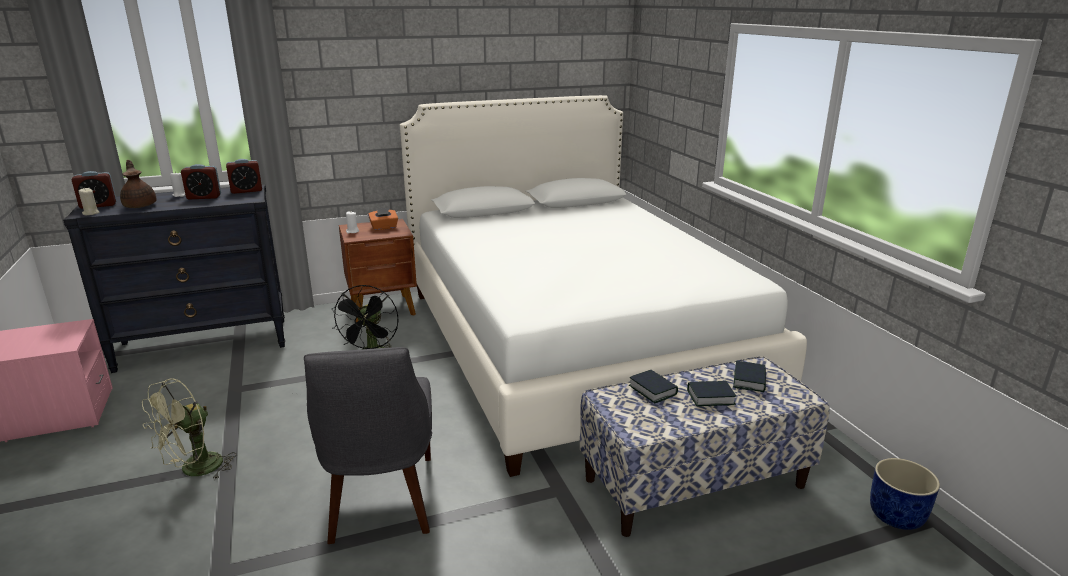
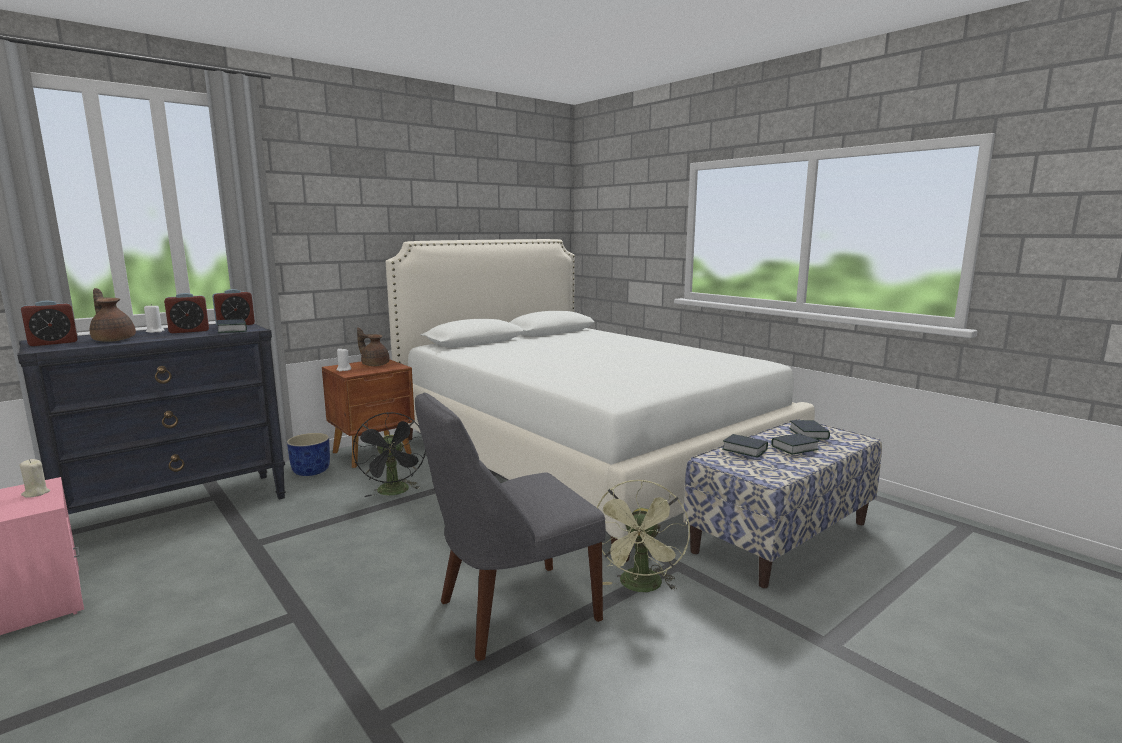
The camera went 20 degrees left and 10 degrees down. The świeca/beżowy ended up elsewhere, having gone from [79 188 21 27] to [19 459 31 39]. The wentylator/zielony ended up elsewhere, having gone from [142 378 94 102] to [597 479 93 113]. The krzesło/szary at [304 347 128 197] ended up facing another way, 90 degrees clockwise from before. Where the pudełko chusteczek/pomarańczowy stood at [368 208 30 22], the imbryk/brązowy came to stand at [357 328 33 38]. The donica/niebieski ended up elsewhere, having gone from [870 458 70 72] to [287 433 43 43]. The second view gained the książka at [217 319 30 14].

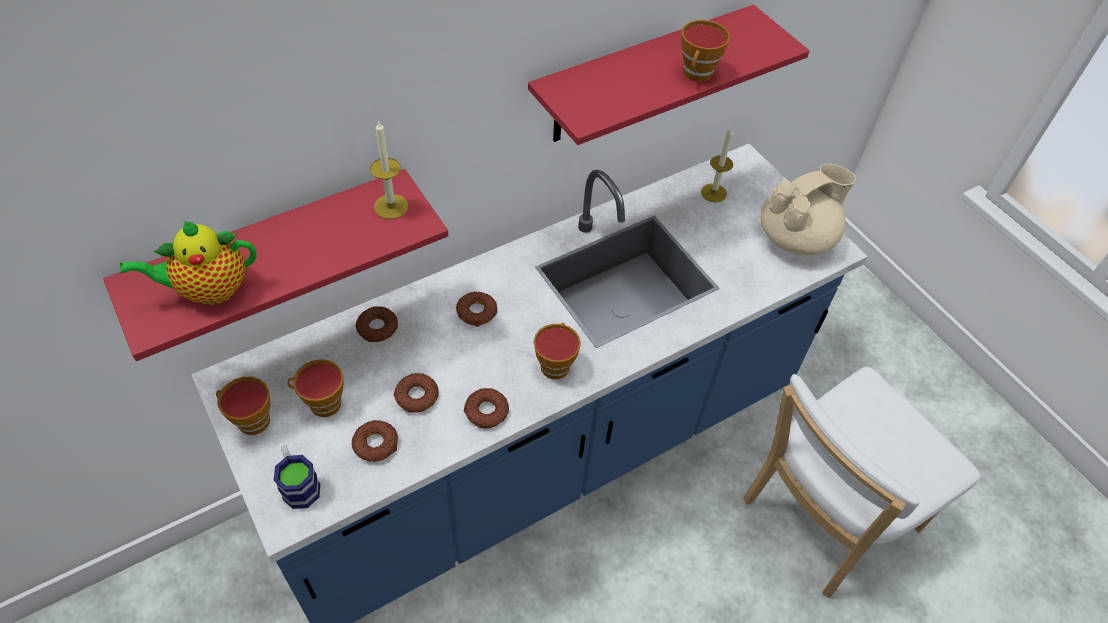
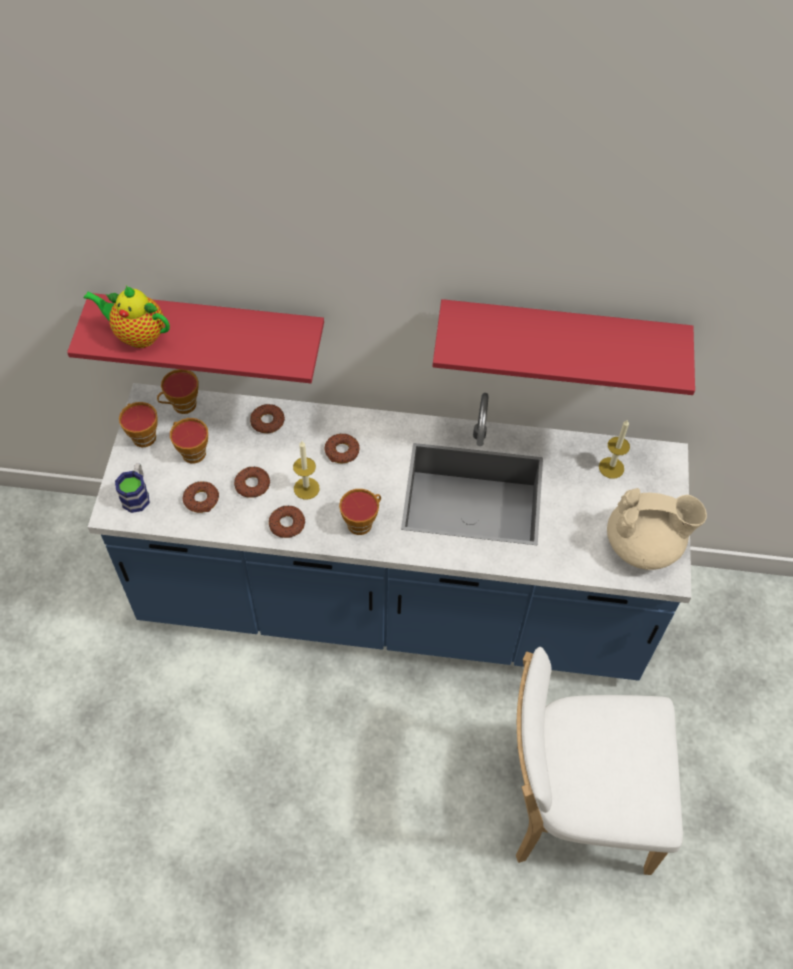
The camera went 40 degrees right and 5 degrees up. The świeca ended up elsewhere, having gone from [370 120 38 99] to [293 441 27 59]. The filiżanka ended up elsewhere, having gone from [681 20 49 62] to [157 369 41 45].

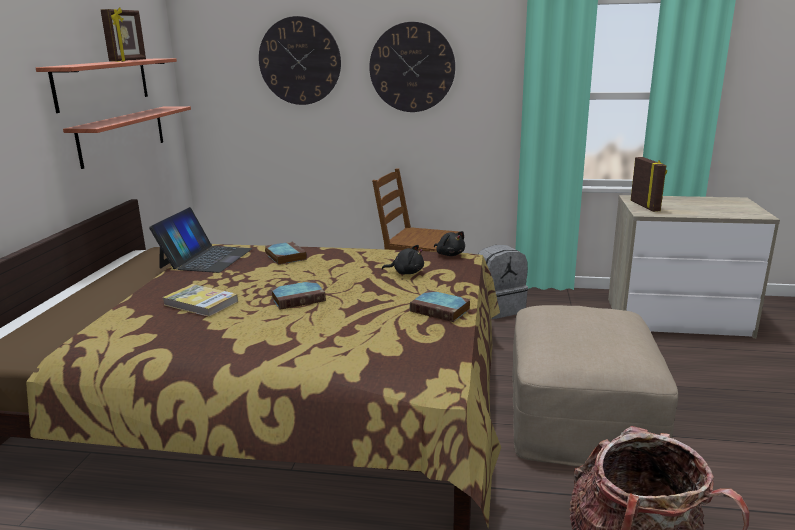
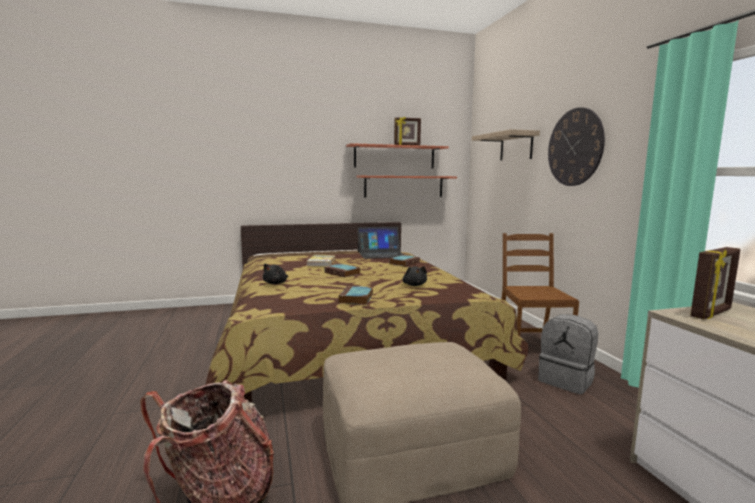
The camera went 65 degrees right and 10 degrees down. Where the zegar ścienny hung at [259 16 82 89], the półka came to hang at [472 129 68 32]. The pluszak/czarny ended up elsewhere, having gone from [434 231 31 25] to [263 263 25 21].

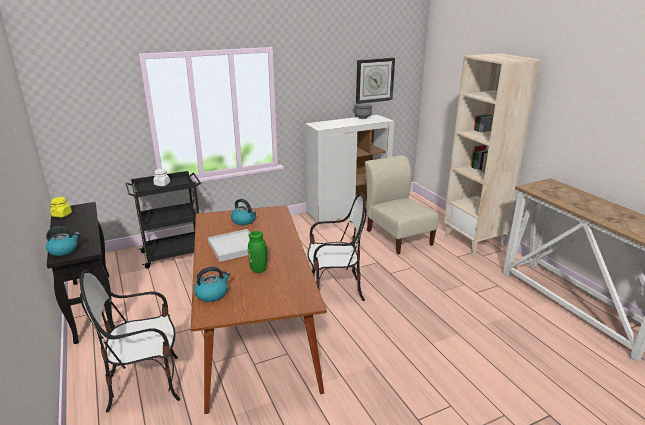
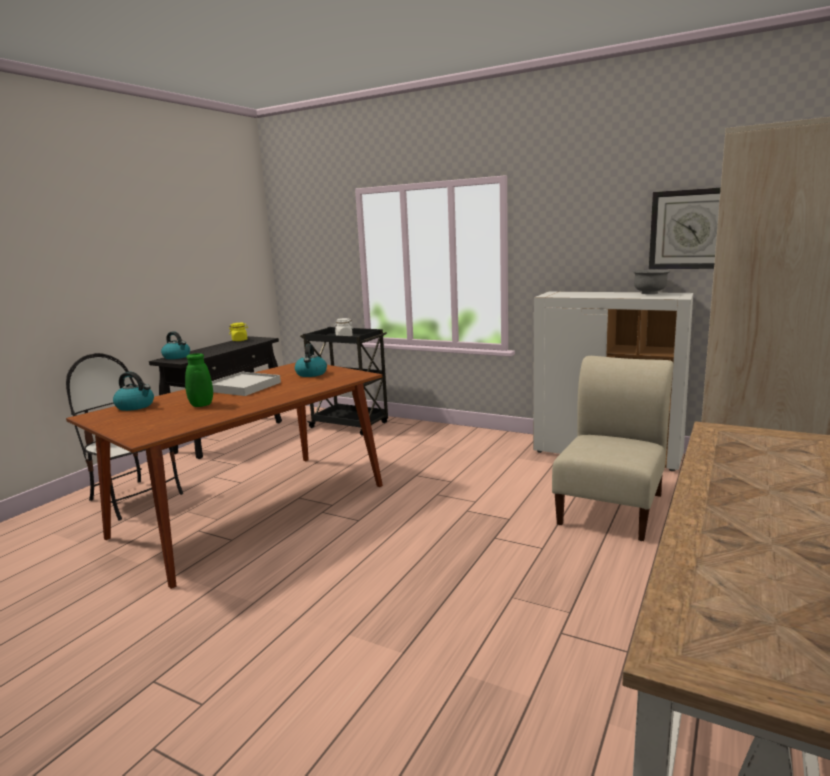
The camera went 55 degrees right and 10 degrees down. The second view lost the krzesło at [307 193 60 108].

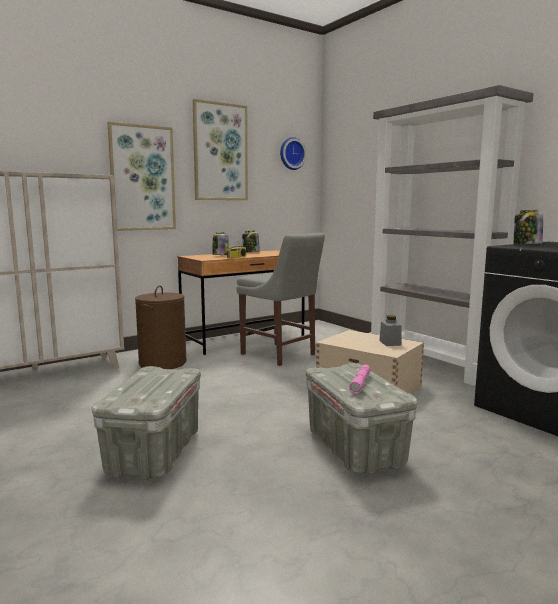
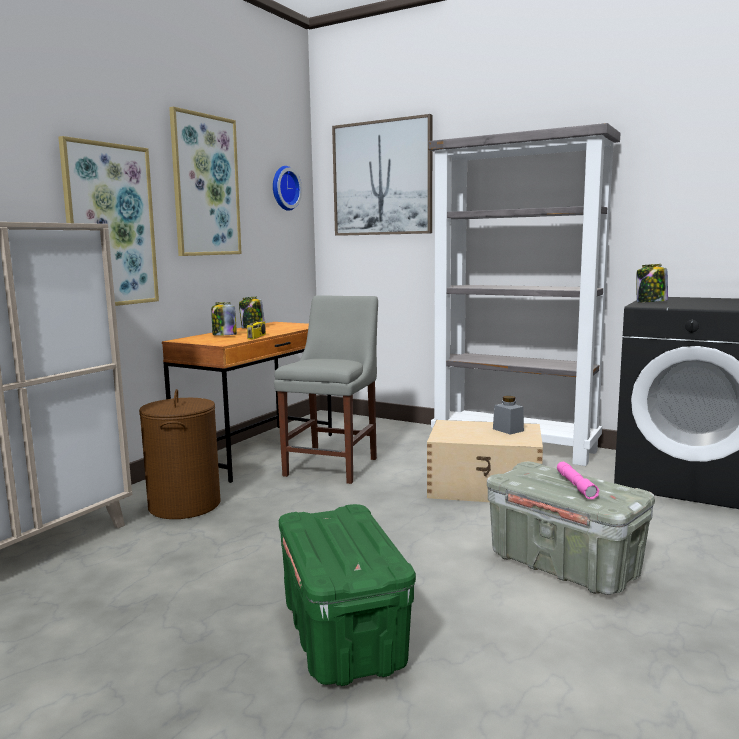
The camera went 25 degrees left and 0 degrees up. What was the pojemnik do przechowywania/szary at [92 366 109 114] turned into the pojemnik do przechowywania/zielony at [279 504 137 182]. The krzesło/szary at [236 233 89 133] ended up facing another way, 90 degrees counterclockwise from before. The second view gained the obraz at [332 114 100 122].

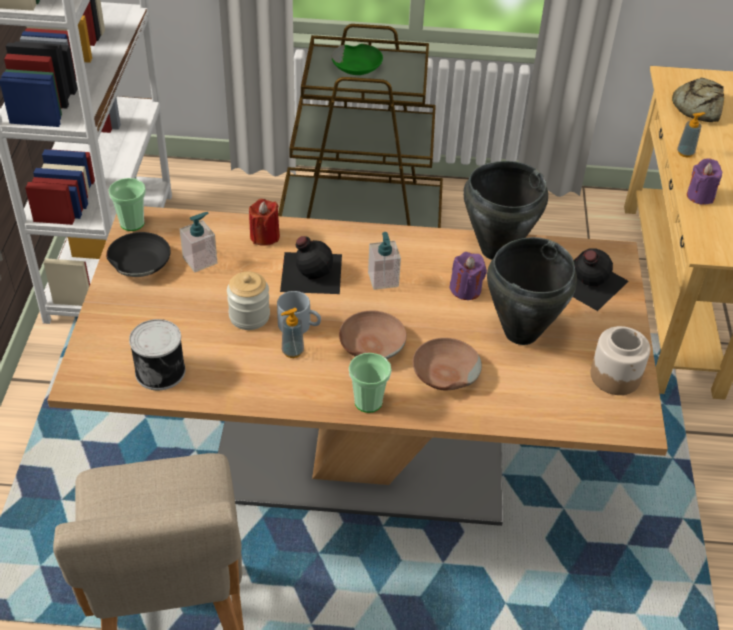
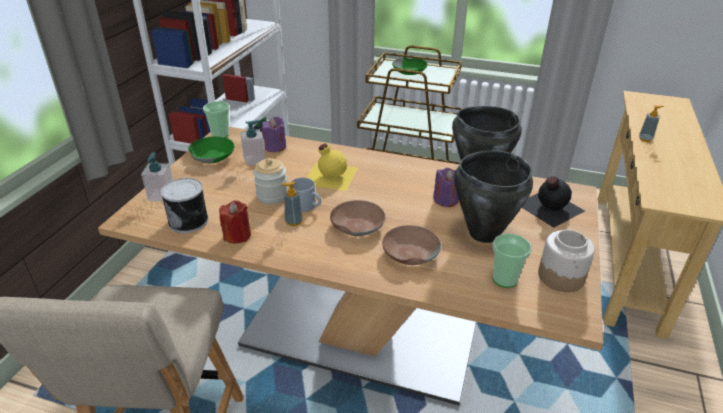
The camera went 15 degrees right and 10 degrees down. What was the miska/czarny at [106 232 65 45] turned into the miska/zielony at [188 136 47 27]. The świeca/czerwony ended up elsewhere, having gone from [249 199 31 47] to [219 200 32 44]. What was the butelka/czarny at [280 236 62 58] turned into the butelka/żółty at [307 144 51 47]. The filiżanka ended up elsewhere, having gone from [349 353 42 60] to [493 234 39 54]. The dozownik mydła ended up elsewhere, having gone from [368 232 33 58] to [141 152 32 49]. The second view lost the chleb at [672 78 52 44]. The świeca/fioletowy ended up elsewhere, having gone from [687 158 35 47] to [262 117 24 35].

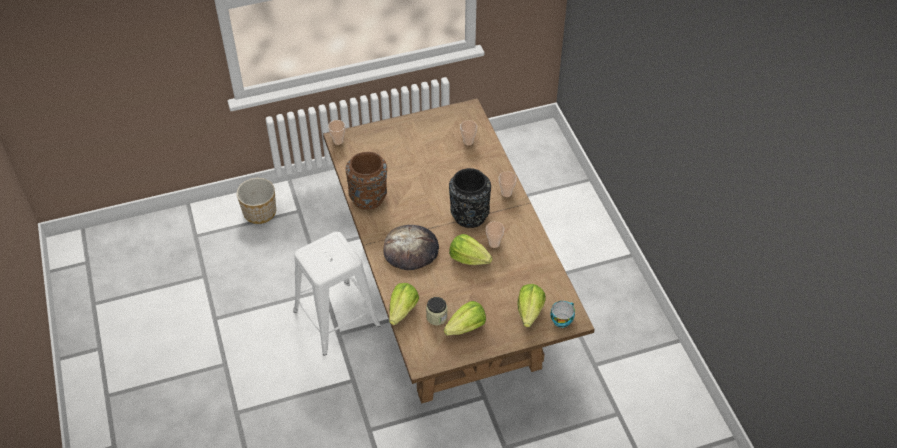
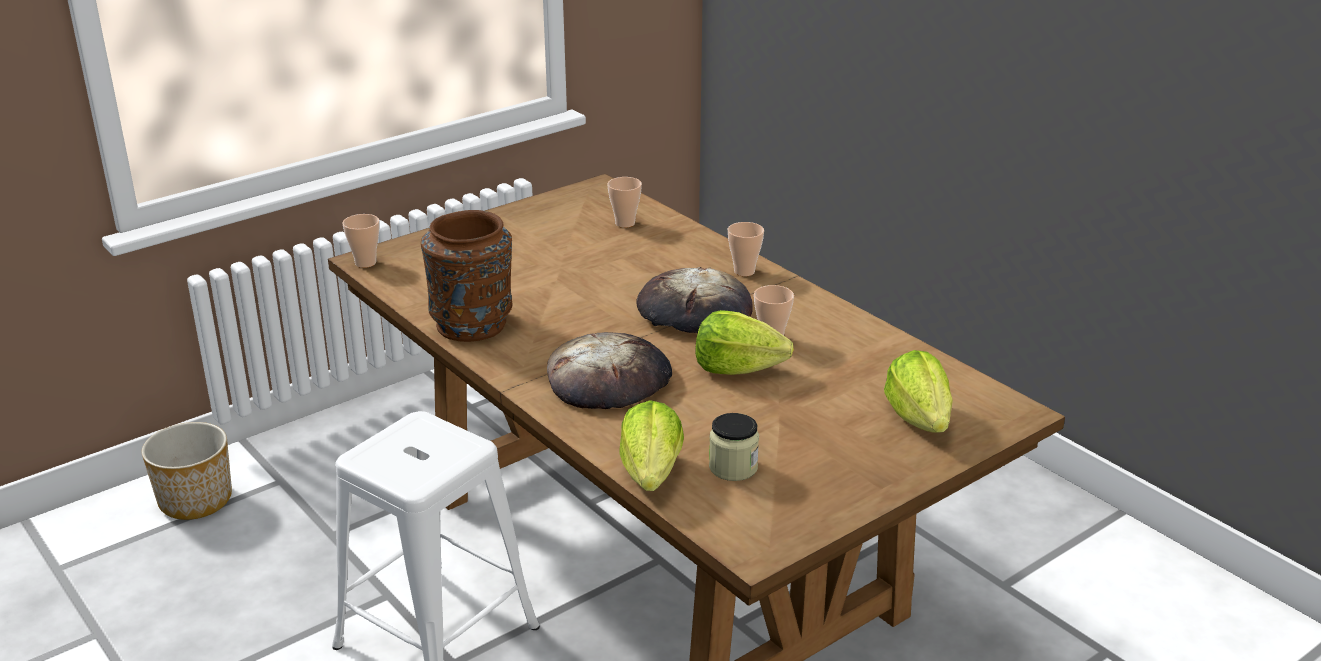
The camera went 20 degrees left and 20 degrees down. The second view lost the sałata at [444 301 42 34]. Where the wazon/czarny stood at [449 168 42 60], the chleb came to stand at [636 267 117 66]. The second view lost the filiżanka at [550 301 25 27].

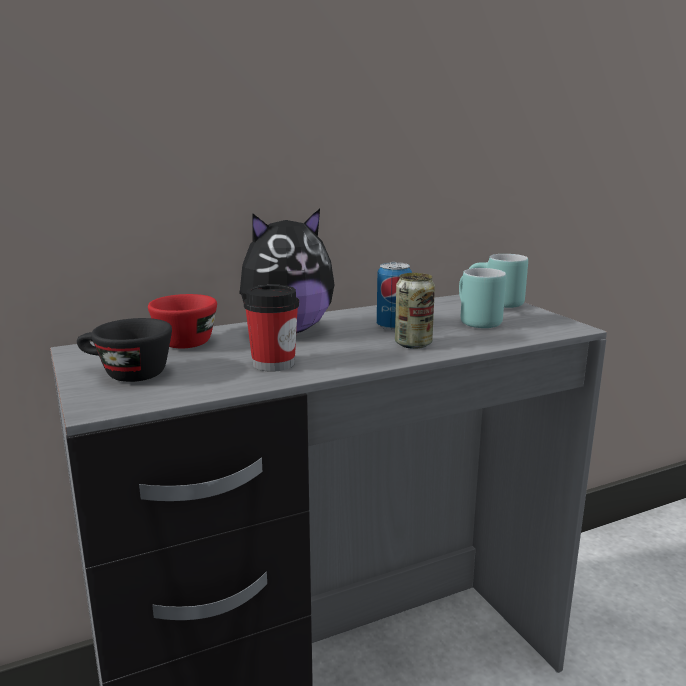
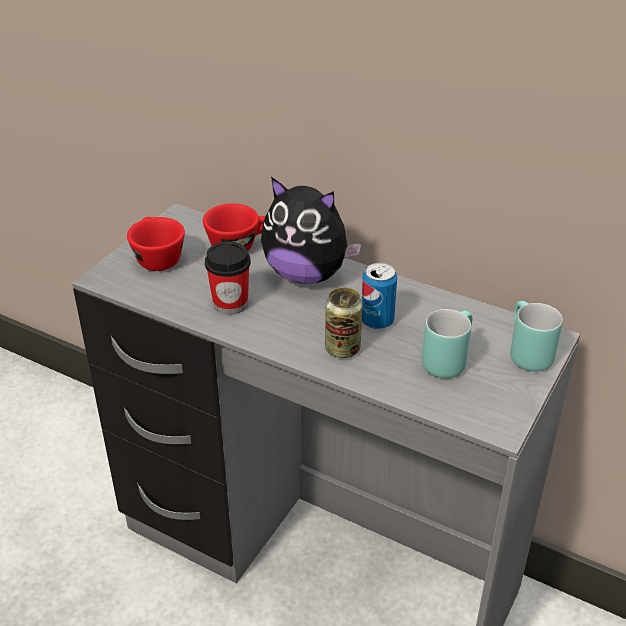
The camera went 55 degrees right and 20 degrees up. What was the filiżanka/czarny at [77 318 95 64] turned into the filiżanka/czerwony at [127 217 58 54].

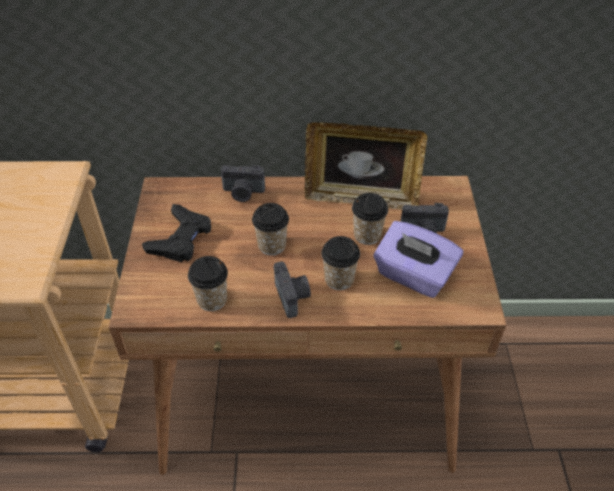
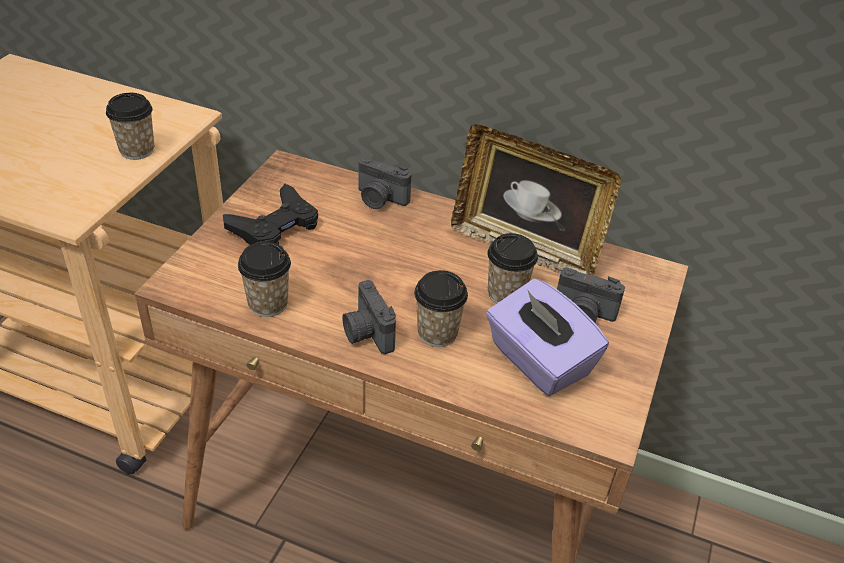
The camera went 20 degrees right and 5 degrees down. The filiżanka ended up elsewhere, having gone from [252 203 37 52] to [106 93 48 67]. The aparat fotograficzny at [274 261 37 57] ended up facing another way, 150 degrees clockwise from before.

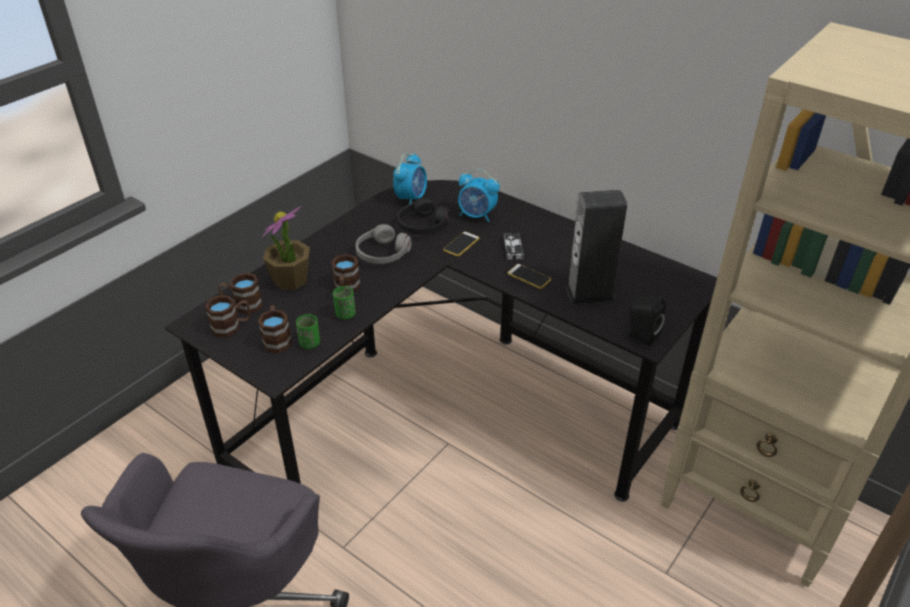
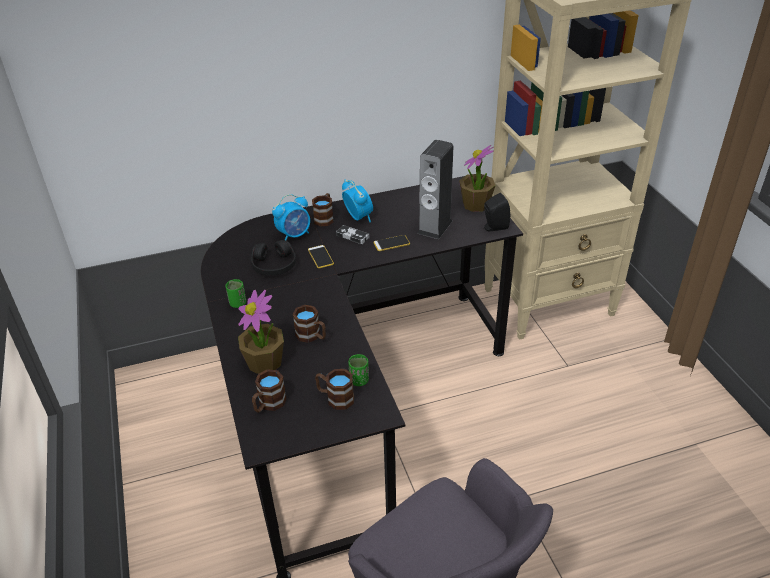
The camera went 55 degrees left and 0 degrees up. The kubek/brązowy ended up elsewhere, having gone from [205 295 46 43] to [312 193 22 34]. The filiżanka/zielony ended up elsewhere, having gone from [333 286 23 33] to [226 279 20 29]. The second view lost the słuchawki/szary at [355 224 57 40]. The budzik ended up elsewhere, having gone from [393 153 34 51] to [342 179 31 43]. The second view gained the roślina doniczkowa at [459 145 37 67].

